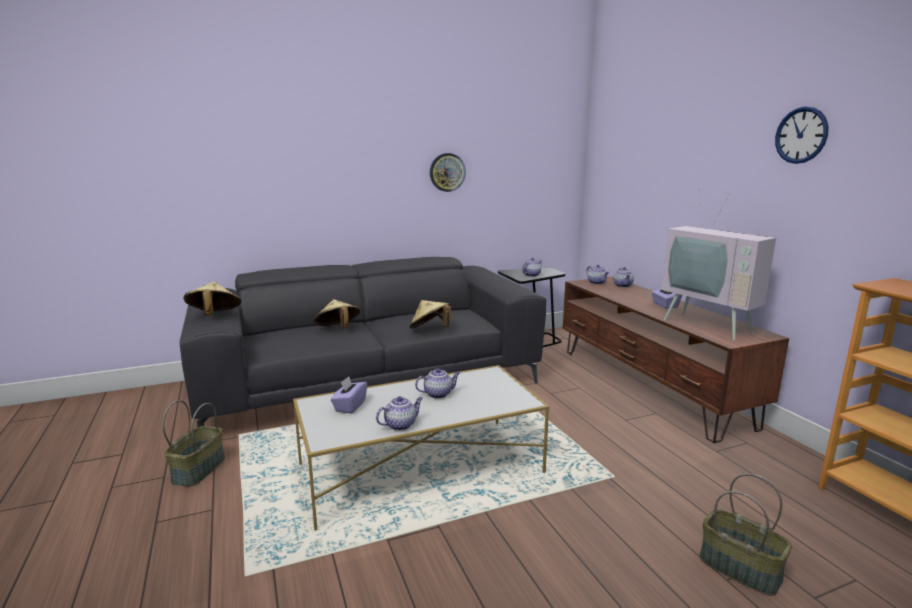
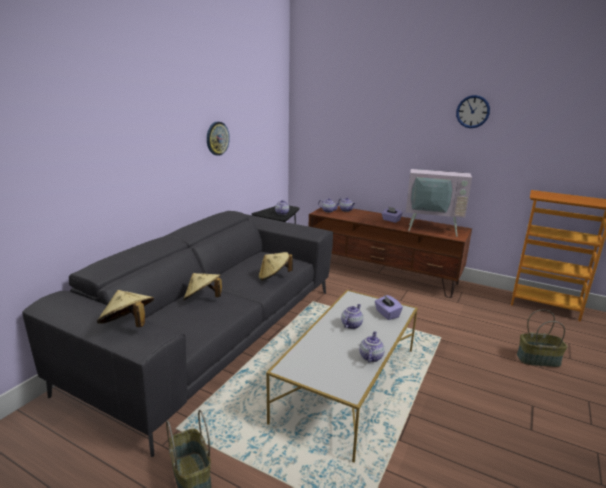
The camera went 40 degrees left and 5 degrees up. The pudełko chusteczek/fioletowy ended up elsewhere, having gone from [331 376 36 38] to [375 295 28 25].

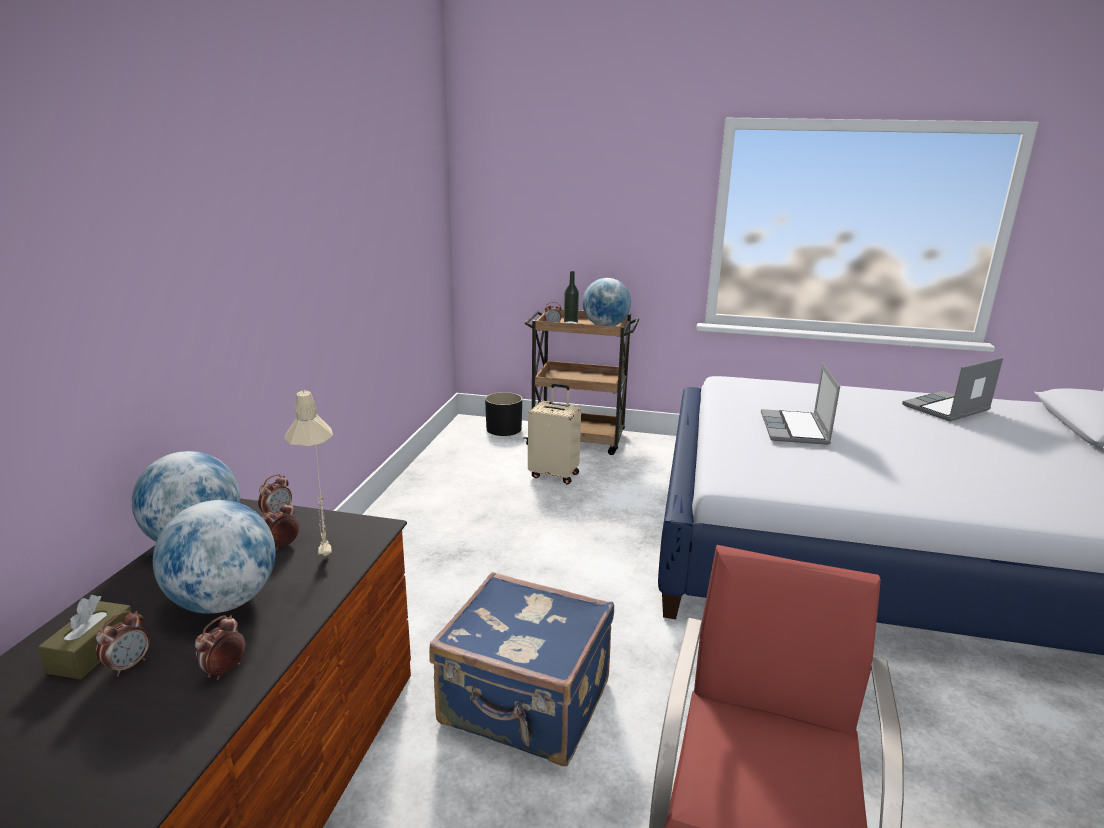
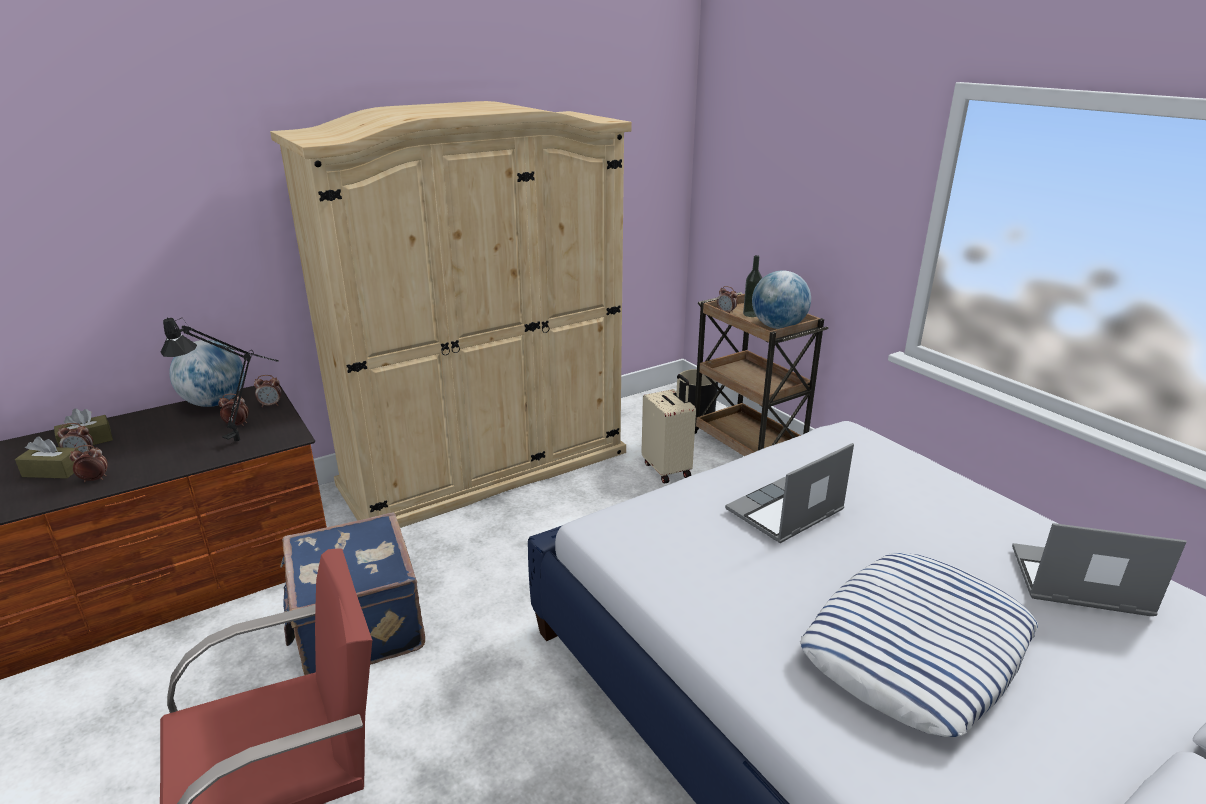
The camera went 45 degrees right and 5 degrees up. The second view lost the globus at [153 500 123 114]. What was the lampa stołowa/beżowy at [284 389 49 167] turned into the lampa stołowa/czarny at [160 317 119 129]. The second view gained the pudełko chusteczek/brązowy at [15 436 64 42]. The second view gained the szafa/beżowy at [270 101 362 427]. The second view gained the poduszka at [800 553 238 184].

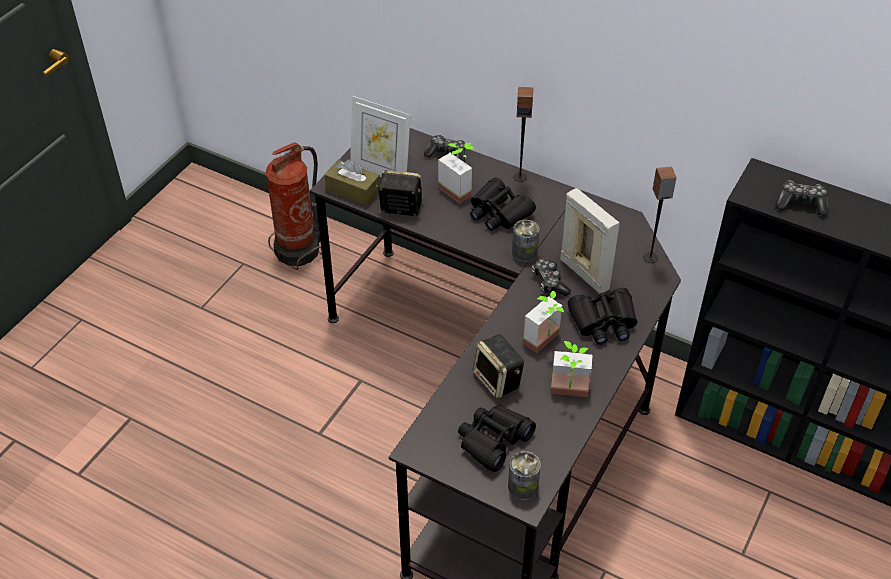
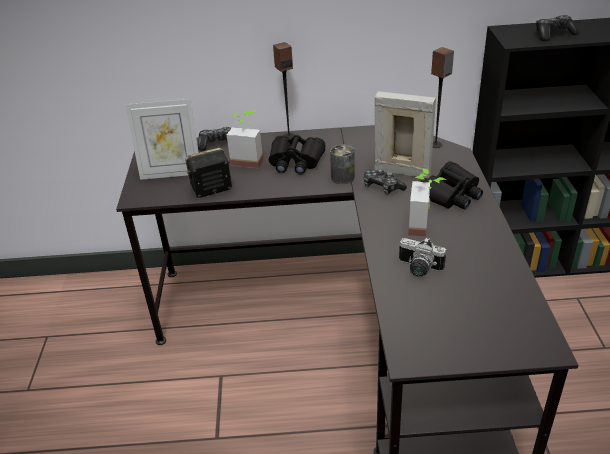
The camera went 30 degrees left and 10 degrees down. The second view lost the gaśnica at [265 143 57 127]. The second view lost the pudełko chusteczek/brązowy at [324 159 56 47]. The second view lost the lornetka/czarny at [458 405 78 67]. Where the głośnik stood at [473 334 51 65], the aparat fotograficzny came to stand at [399 237 47 40]. The second view lost the puszka at [508 451 33 49]. The second view lost the roślina doniczkowa at [551 341 41 56].

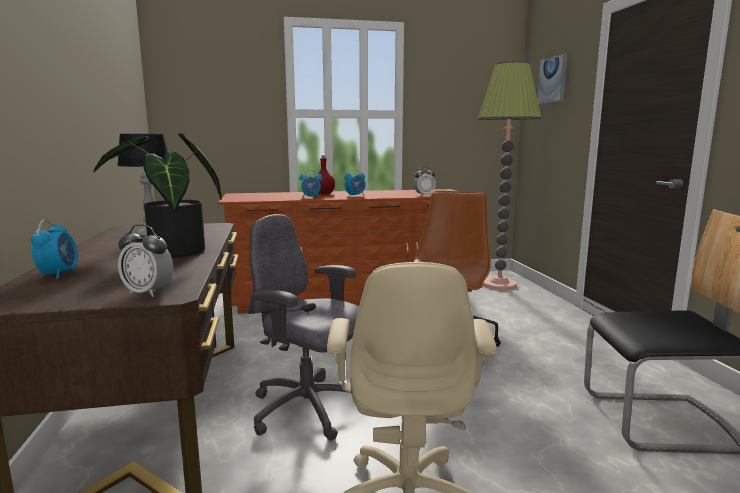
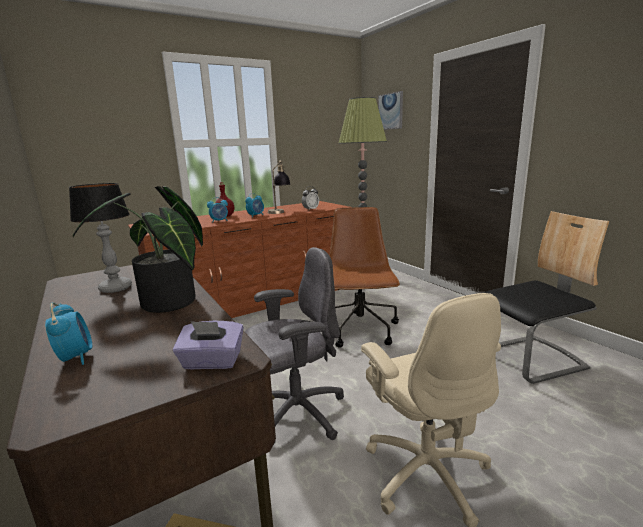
The camera went 20 degrees left and 5 degrees up. Where the budzik stood at [118 224 55 73], the pudełko chusteczek/fioletowy came to stand at [173 321 71 48]. The krzesło biurowe/szary at [248 214 111 227] ended up facing another way, 150 degrees clockwise from before. The second view gained the lampa stołowa at [268 160 22 54].

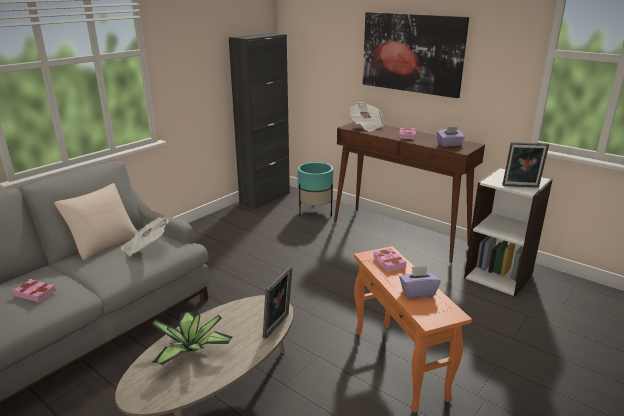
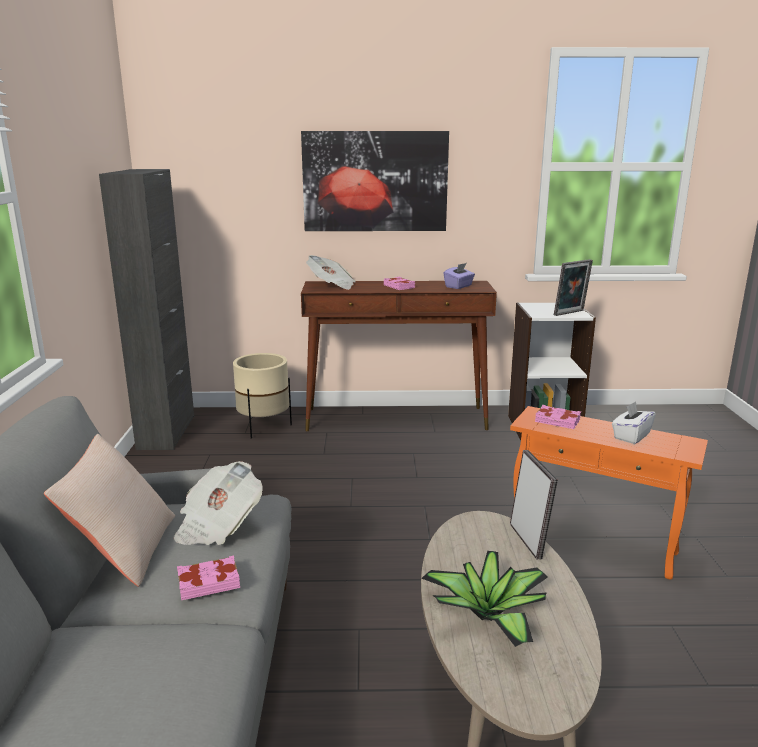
The camera went 40 degrees left and 5 degrees down. The książka/różowy ended up elsewhere, having gone from [13 279 43 23] to [177 555 63 45]. What was the donica/turkusowy at [298 162 35 54] turned into the donica/beżowy at [233 353 59 86]. What was the pudełko chusteczek/fioletowy at [399 266 42 32] turned into the pudełko chusteczek/biały at [612 401 44 43].

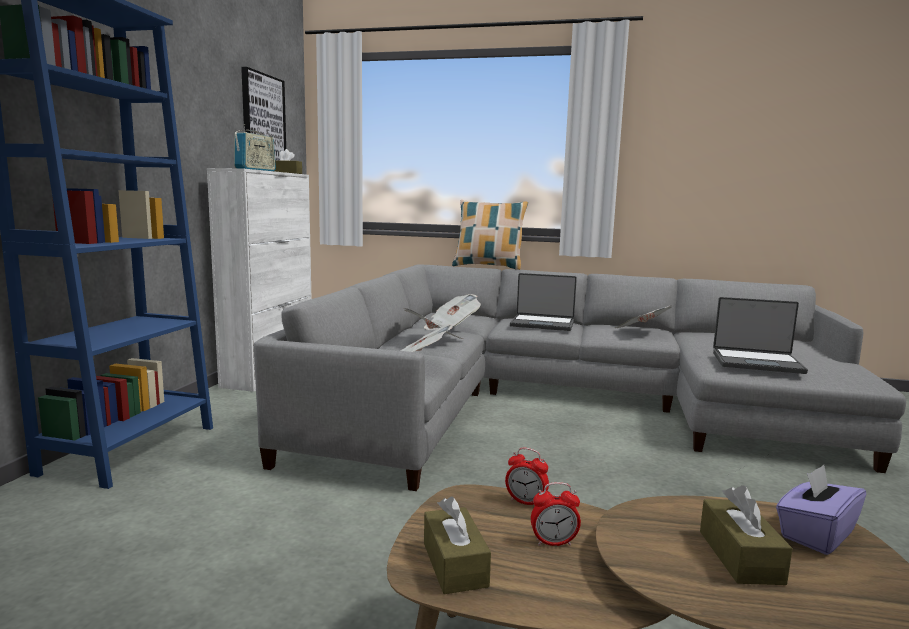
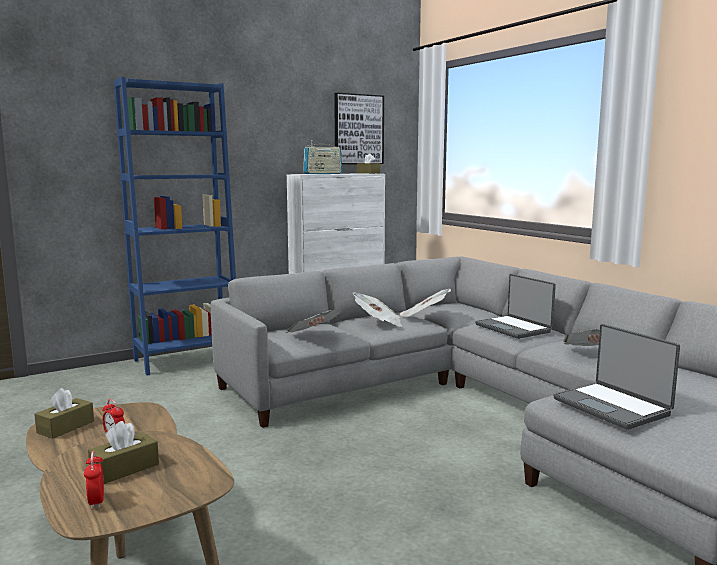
The camera went 45 degrees right and 0 degrees up. The second view lost the poduszka at [452 200 76 70]. The budzik ended up elsewhere, having gone from [505 448 44 57] to [84 451 20 58]. The second view lost the pudełko chusteczek/fioletowy at [776 465 90 90].

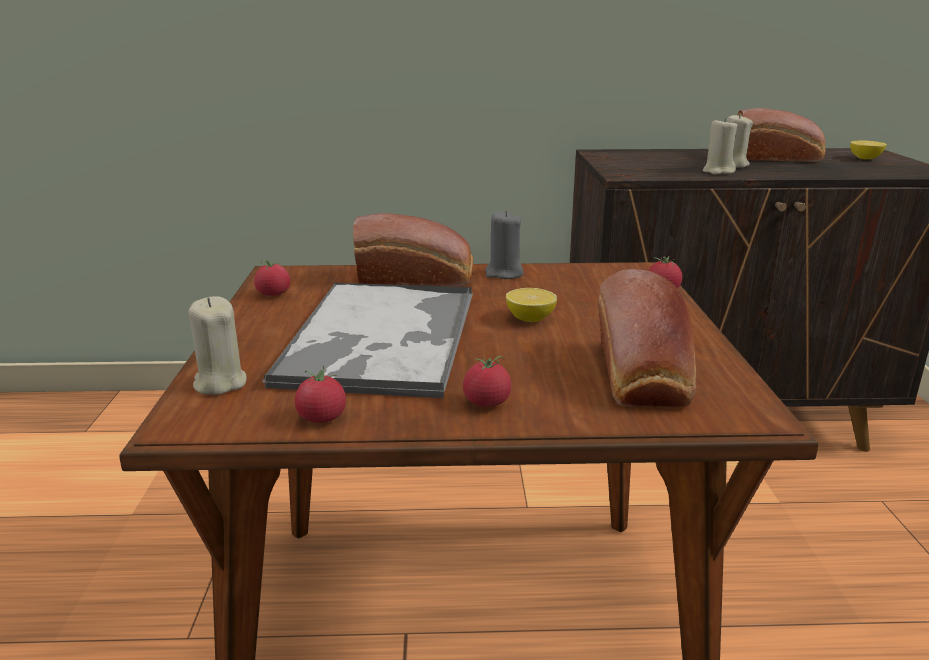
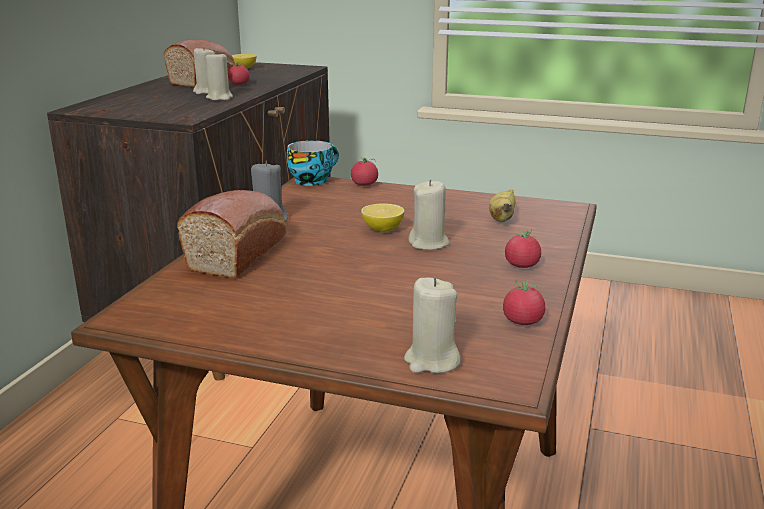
The camera went 70 degrees left and 0 degrees up. The pomidor ended up elsewhere, having gone from [254 260 36 36] to [228 62 22 23]. The second view lost the taca at [262 282 211 116]. Where the chleb stood at [598 269 98 139], the banan came to stand at [489 190 27 32]. The second view gained the filiżanka at [287 140 52 46]. The second view gained the świeca/beżowy at [409 180 41 70].

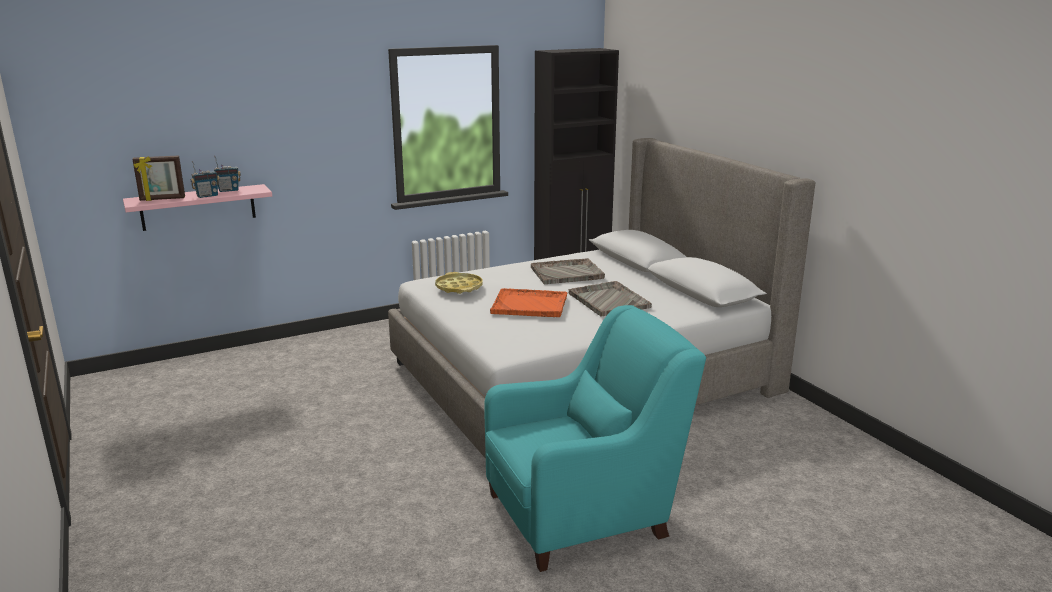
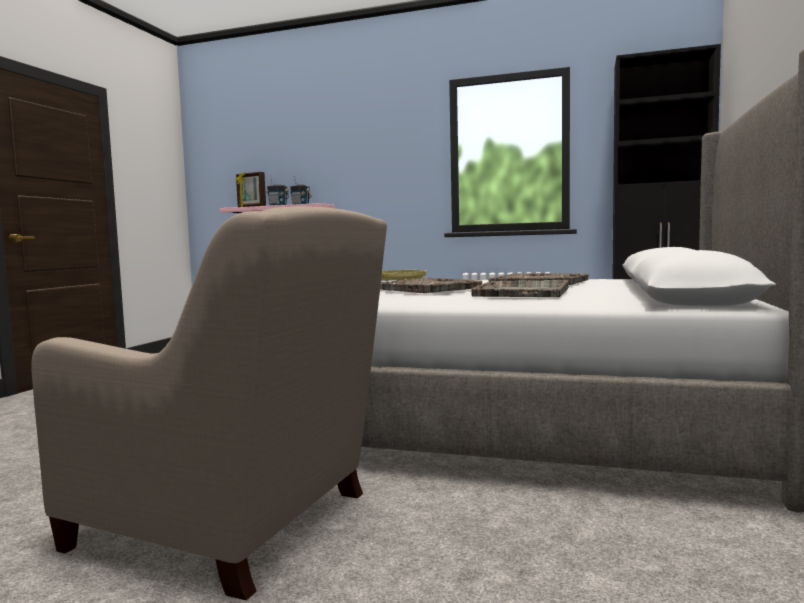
The camera went 45 degrees right and 15 degrees down. What was the fotel/turkusowy at [485 305 221 267] turned into the fotel/beżowy at [31 206 356 394]. What was the taca/pomarańczowy at [490 288 78 29] turned into the taca/szary at [380 278 102 15].

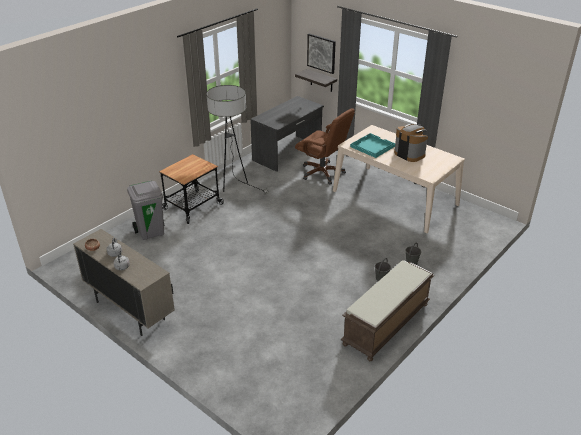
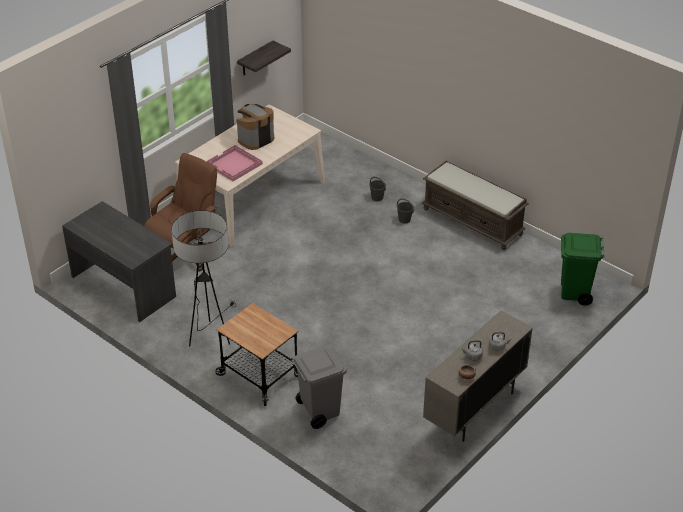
The camera went 90 degrees left and 5 degrees up. The półka ended up elsewhere, having gone from [295 69 42 23] to [237 40 54 35]. The second view lost the obraz at [307 34 29 40]. What was the taca/turkusowy at [350 133 45 25] turned into the taca/różowy at [206 145 57 36]. The second view gained the kosz na śmieci/zielony at [561 233 43 73].

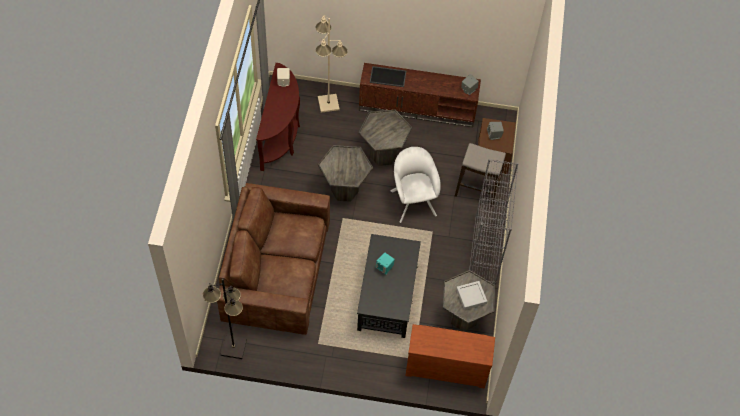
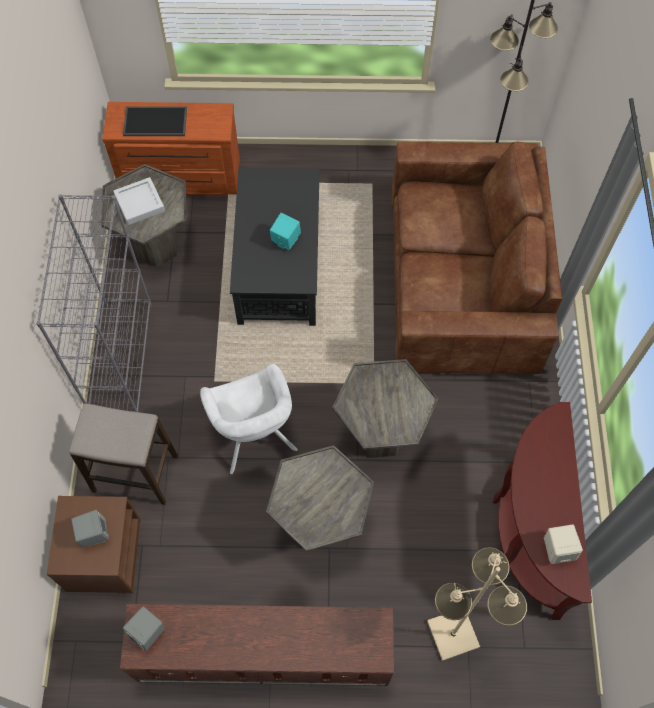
The camera went 175 degrees right and 5 degrees up. The taca ended up elsewhere, having gone from [370 66 36 21] to [123 107 64 29].

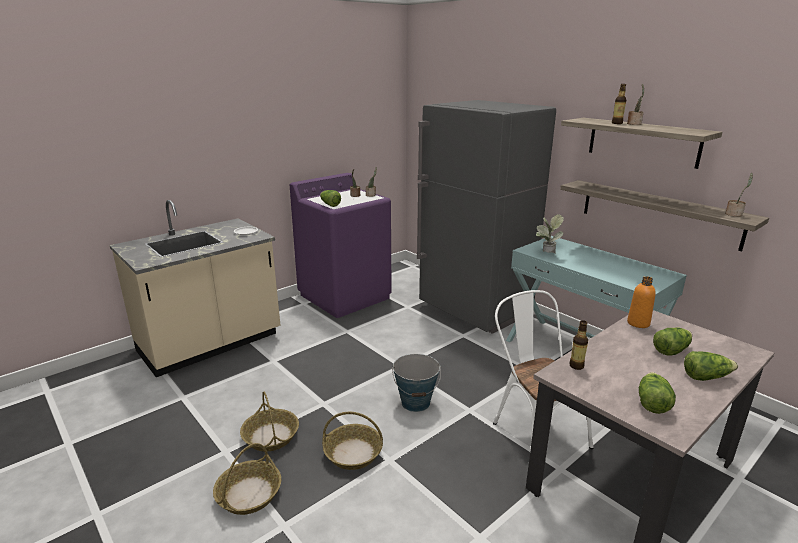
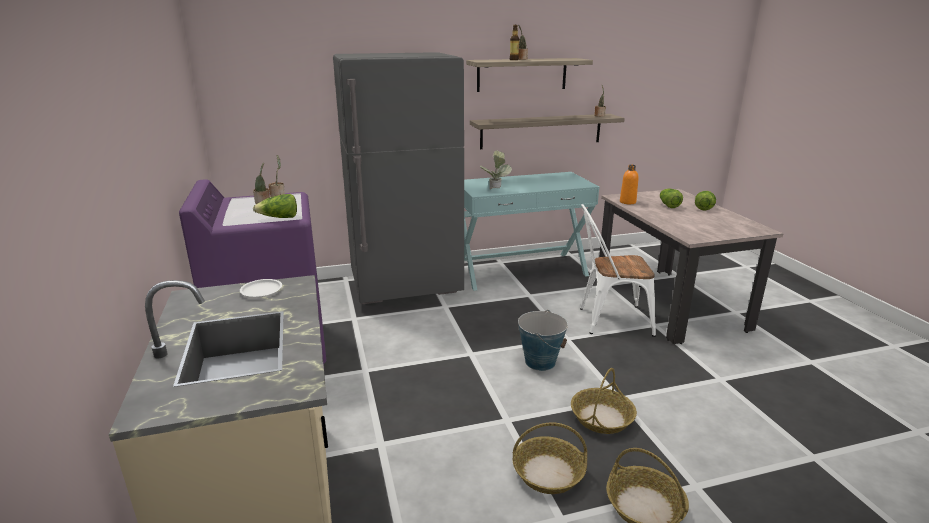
The camera went 65 degrees left and 0 degrees up. The second view lost the butelka at [569 320 19 50]. The second view lost the sałata at [639 372 37 42].

